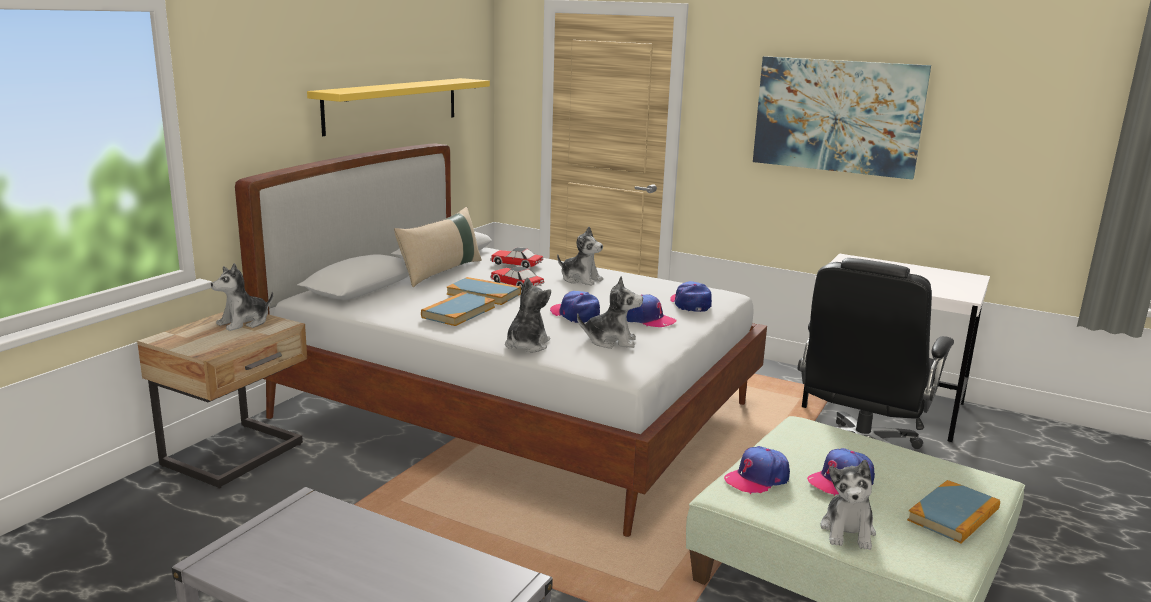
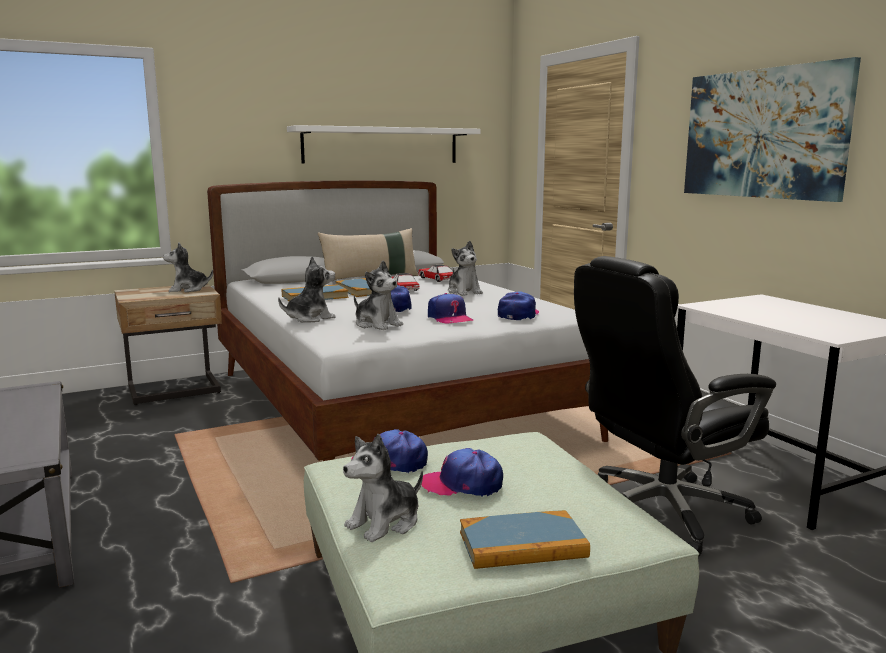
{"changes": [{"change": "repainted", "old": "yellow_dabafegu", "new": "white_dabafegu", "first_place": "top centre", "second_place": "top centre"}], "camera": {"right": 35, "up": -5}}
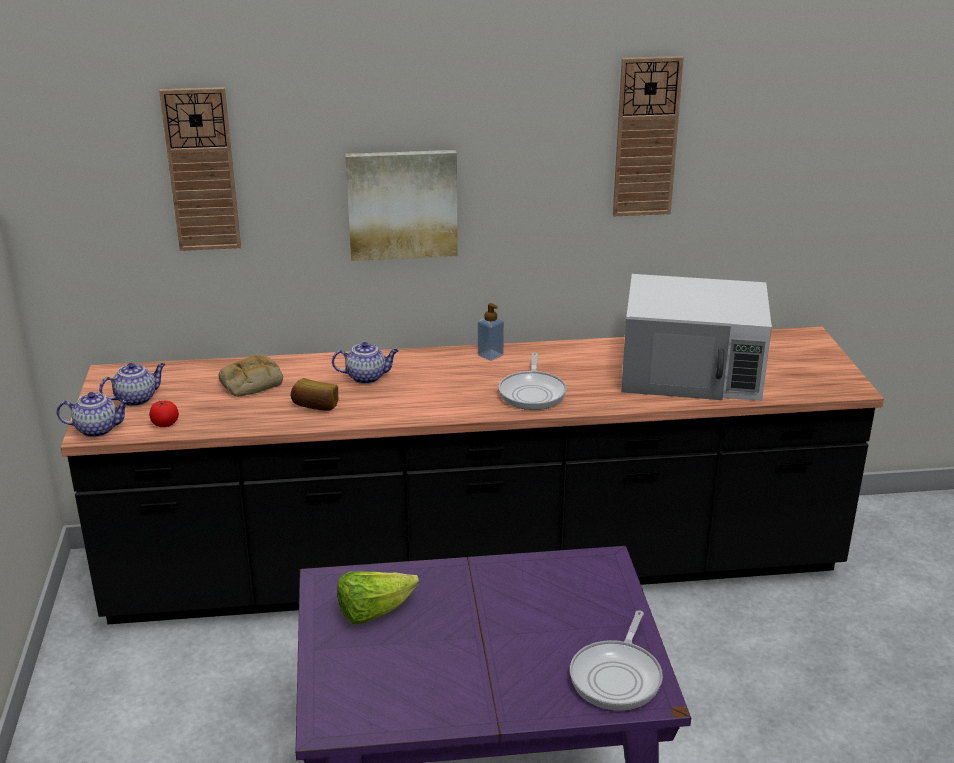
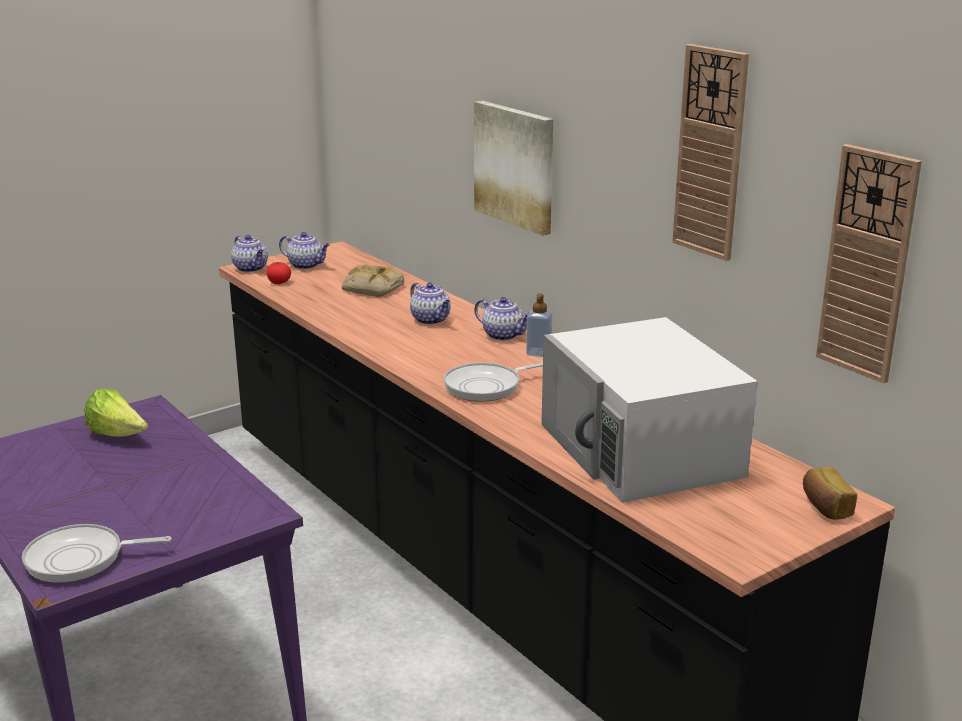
{"changes": [{"change": "new", "new": "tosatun (no. 4 from left)", "second_place": "centre"}, {"change": "shifted", "old": "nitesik (no. 2 from left)", "first_place": "middle left", "second_place": "bottom right"}, {"change": "shifted", "old": "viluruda (no. 1 from left in the first image)", "new": "viluruda (no. 2 from left)", "first_place": "top left", "second_place": "middle right"}], "camera": {"right": 60, "up": -5}}
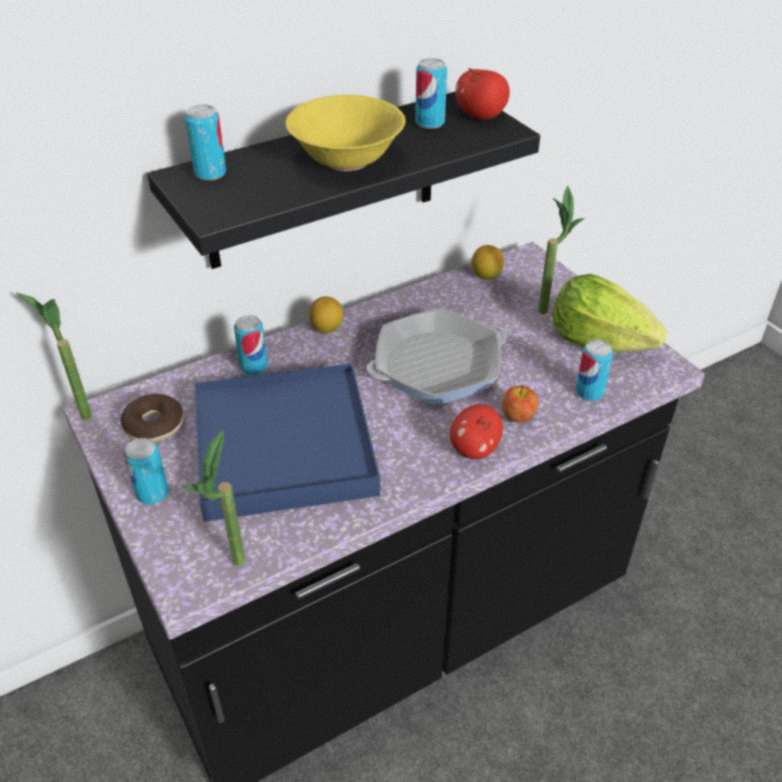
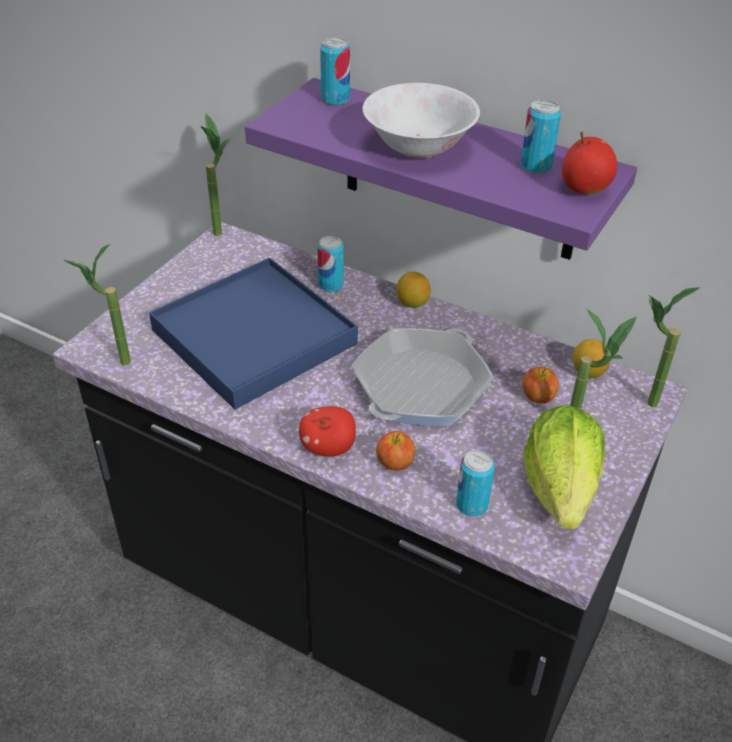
{"changes": [{"change": "repainted", "old": "black_dabafegu", "new": "purple_dabafegu", "first_place": "top centre", "second_place": "top centre"}, {"change": "rotated", "old": "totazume", "first_place": "centre", "second_place": "centre", "degrees": -90}, {"change": "repainted", "old": "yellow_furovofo", "new": "white_furovofo", "first_place": "top centre", "second_place": "top centre"}, {"change": "new", "new": "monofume (no. 3 from left)", "second_place": "middle right"}, {"change": "new", "new": "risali (no. 4 from left)", "second_place": "middle right"}, {"change": "gone", "old": "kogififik", "first_place": "middle left"}, {"change": "gone", "old": "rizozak (no. 1 from left)", "first_place": "middle left"}], "camera": {"right": 60, "up": 0}}
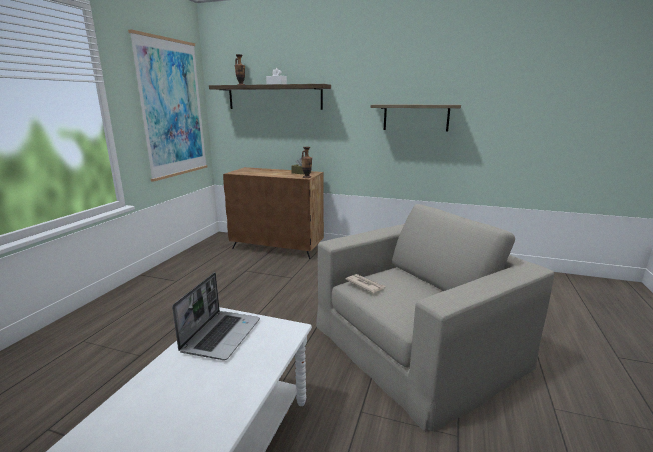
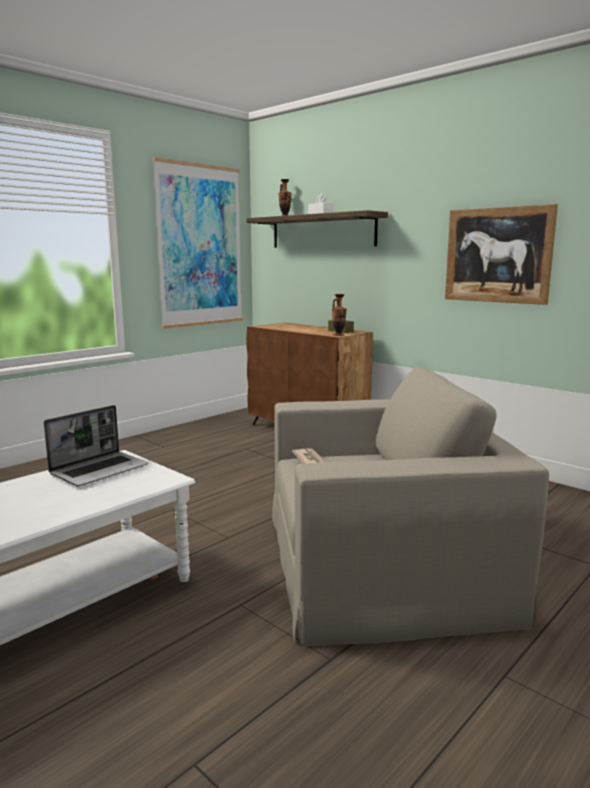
{"changes": [{"change": "swapped", "old": "dabafegu (no. 2 from left)", "new": "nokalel (no. 2 from left)", "first_place": "top centre", "second_place": "top right"}], "camera": {"right": 25, "up": -5}}
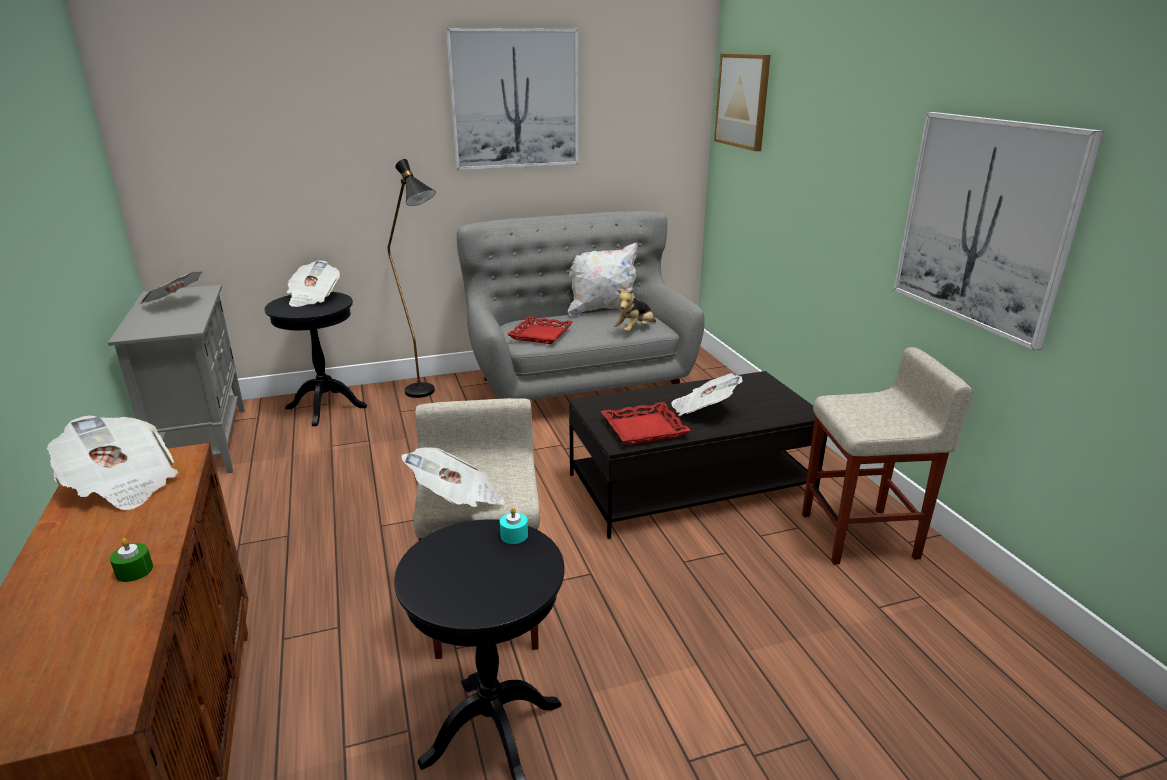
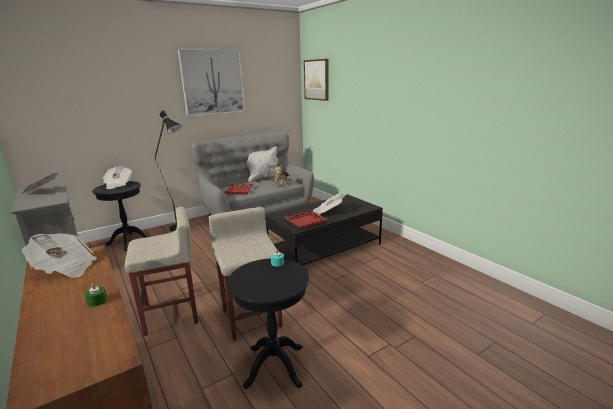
{"changes": [{"change": "shifted", "old": "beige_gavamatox (no. 2 from left in the first image)", "new": "beige_gavamatox (no. 1 from left)", "first_place": "middle right", "second_place": "middle left"}, {"change": "gone", "old": "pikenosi (no. 4 from left)", "first_place": "centre"}, {"change": "gone", "old": "nokalel (no. 3 from left)", "first_place": "top right"}], "camera": {"right": -15, "up": -5}}
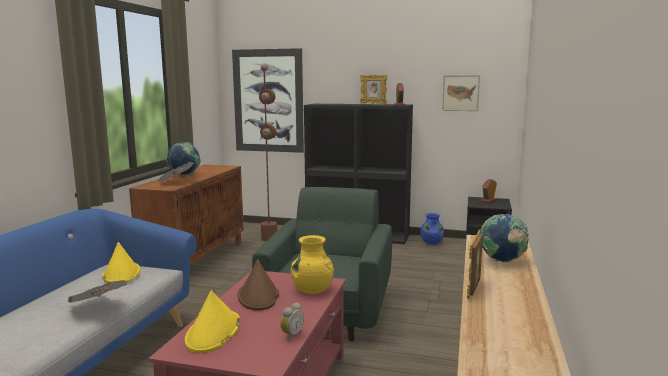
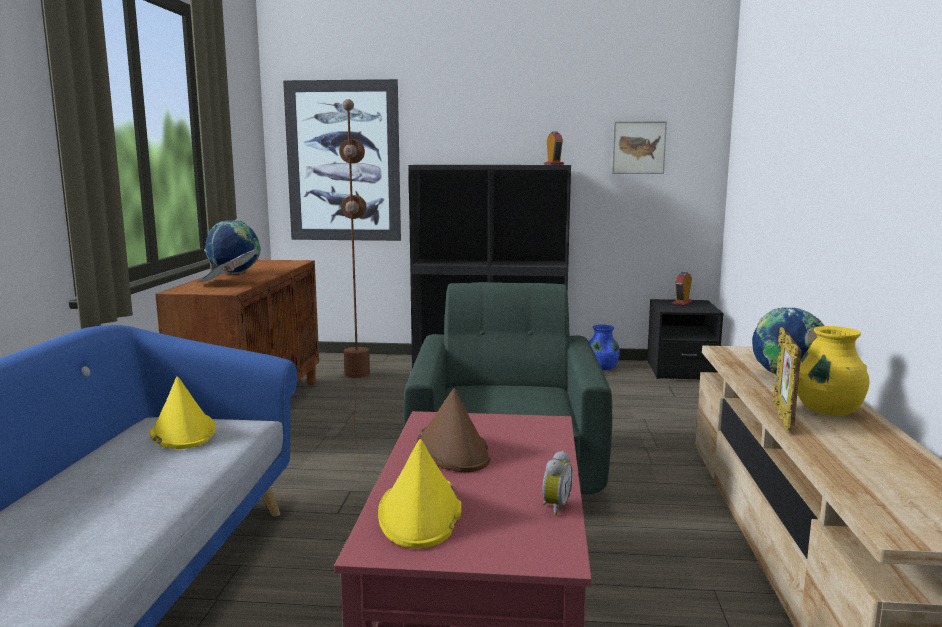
{"changes": [{"change": "shifted", "old": "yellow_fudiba", "first_place": "bottom centre", "second_place": "middle right"}, {"change": "gone", "old": "pikenosi (no. 1 from left)", "first_place": "bottom left"}, {"change": "gone", "old": "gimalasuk (no. 1 from left)", "first_place": "top centre"}], "camera": {"right": -10, "up": 0}}
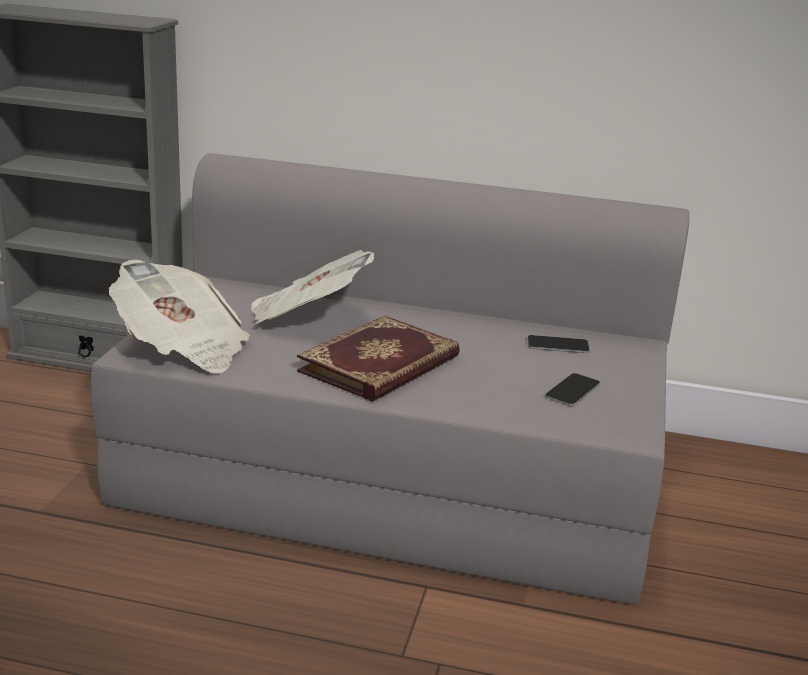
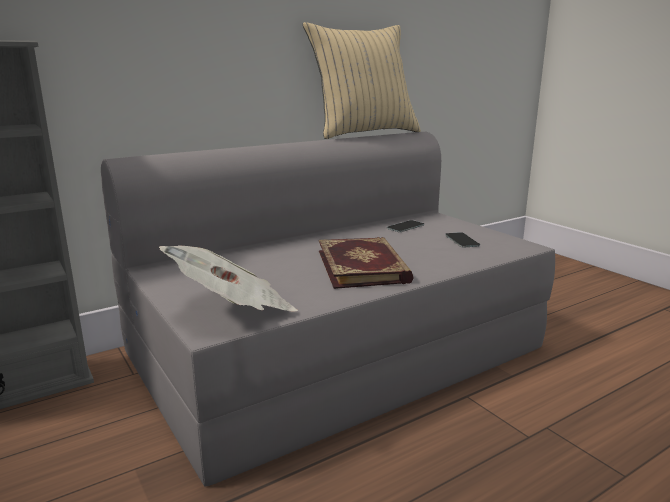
{"changes": [{"change": "new", "new": "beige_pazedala", "second_place": "top centre"}, {"change": "gone", "old": "pikenosi (no. 2 from left)", "first_place": "centre"}], "camera": {"right": -45, "up": -5}}
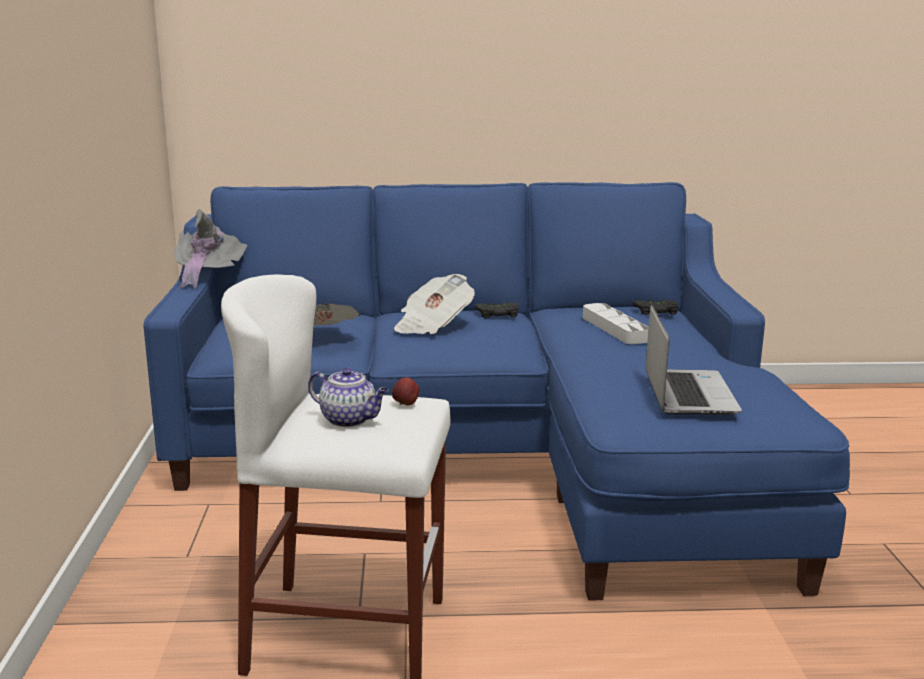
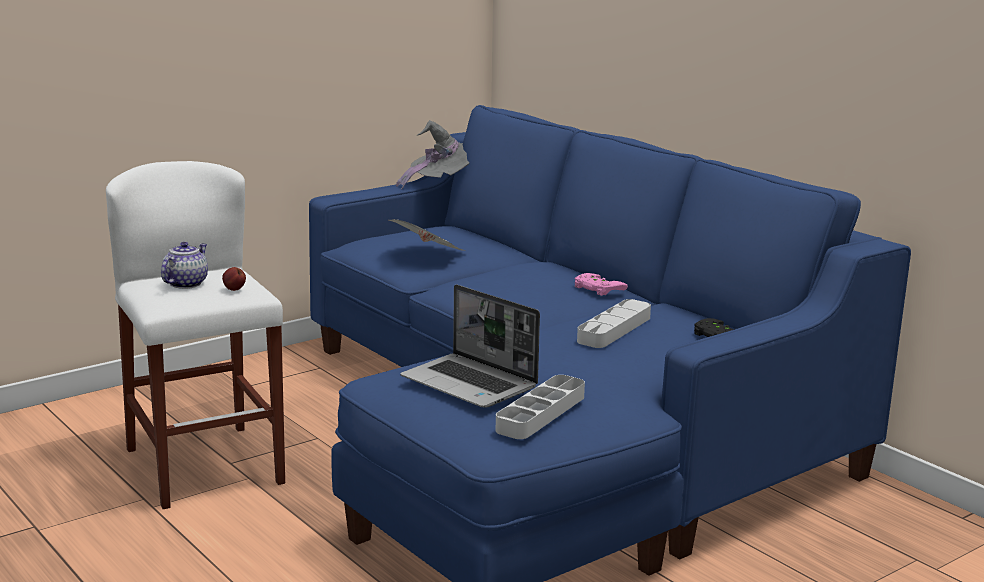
{"changes": [{"change": "rotated", "old": "tosatun", "first_place": "centre", "second_place": "middle left", "degrees": -150}, {"change": "rotated", "old": "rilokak", "first_place": "middle right", "second_place": "centre", "degrees": 75}, {"change": "new", "new": "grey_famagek (no. 1 from left)", "second_place": "bottom centre"}, {"change": "repainted", "old": "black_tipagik (no. 1 from left)", "new": "pink_tipagik", "first_place": "centre", "second_place": "centre"}, {"change": "gone", "old": "pikenosi (no. 2 from left)", "first_place": "centre"}], "camera": {"right": 55, "up": 0}}
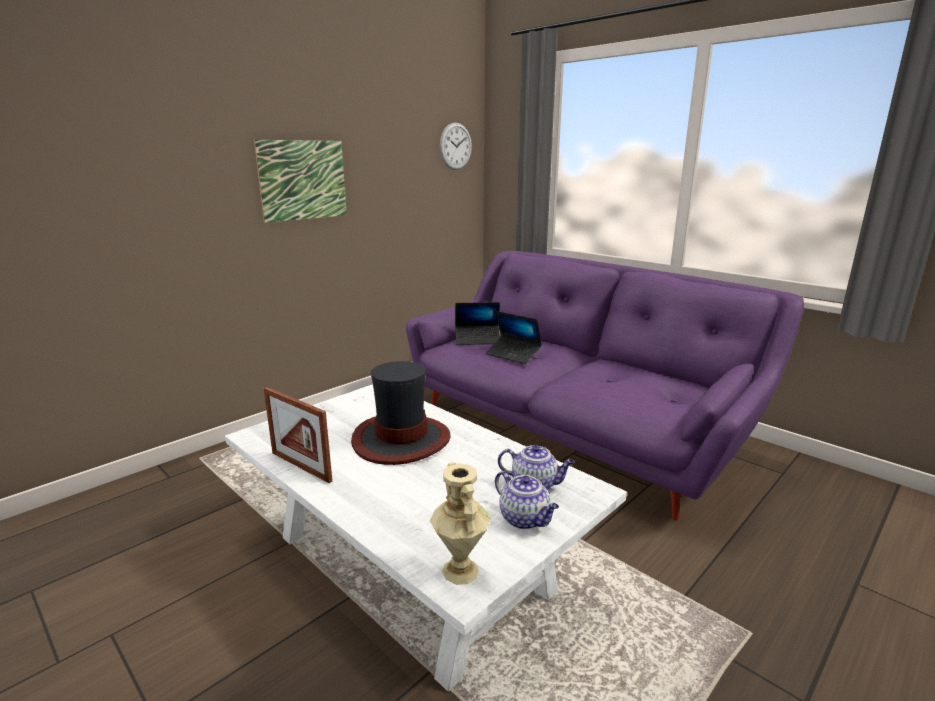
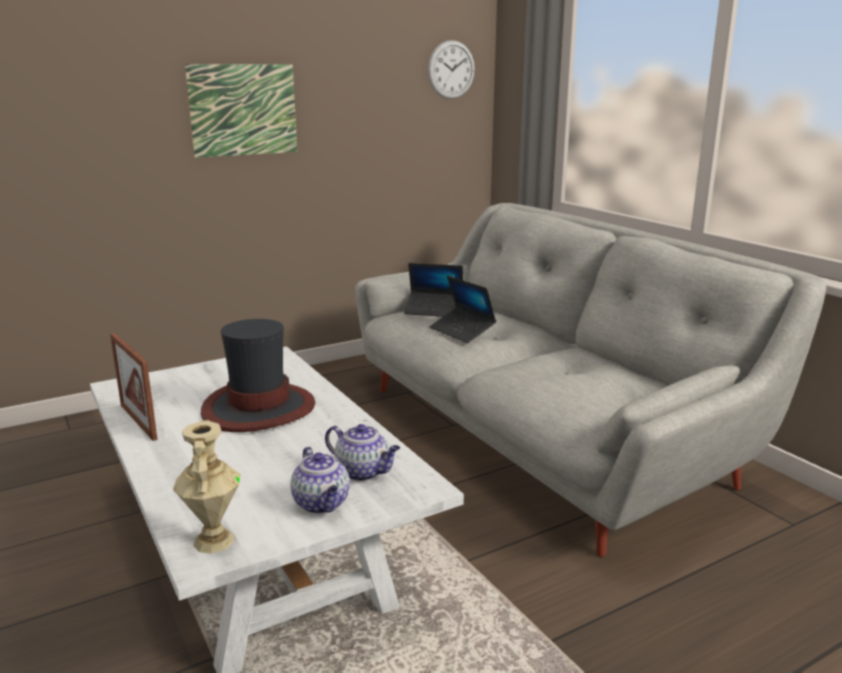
{"changes": [{"change": "repainted", "old": "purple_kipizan", "new": "grey_kipizan", "first_place": "centre", "second_place": "middle right"}], "camera": {"right": 15, "up": 0}}
